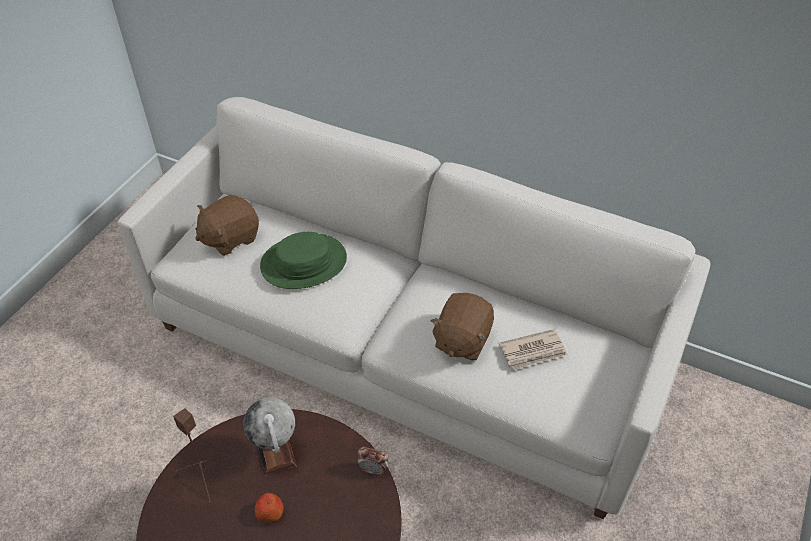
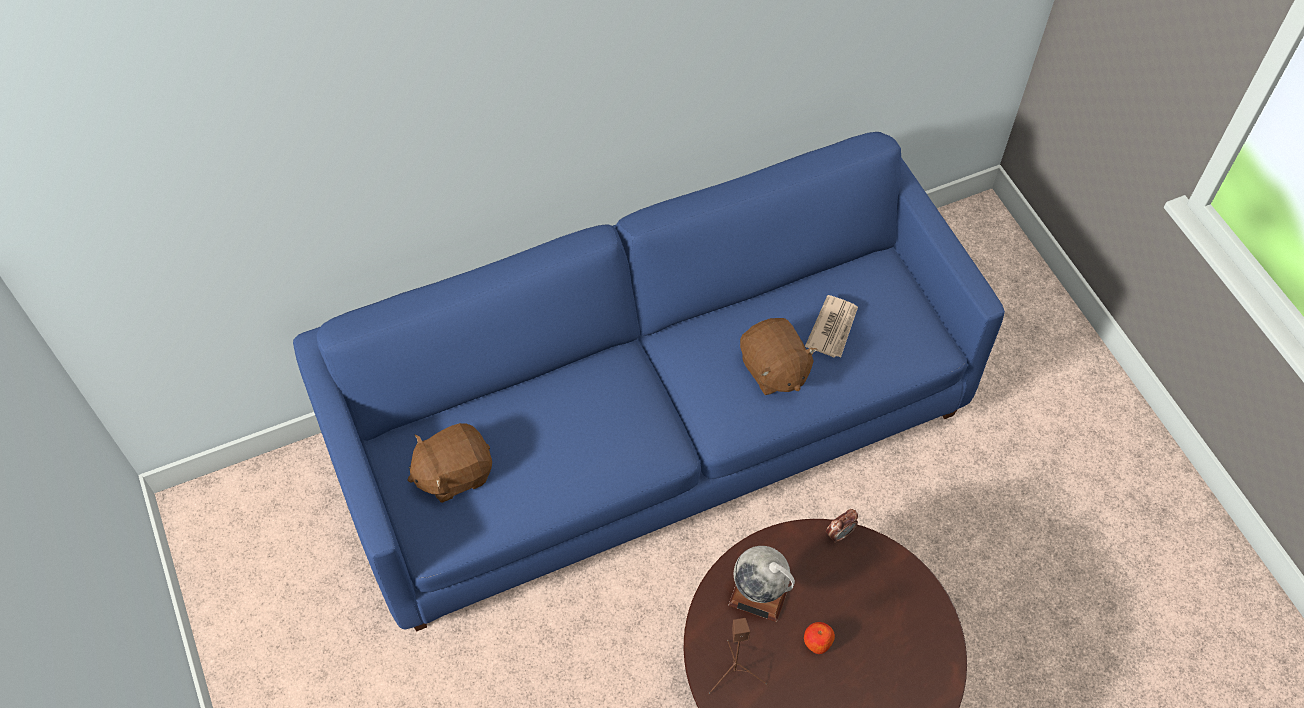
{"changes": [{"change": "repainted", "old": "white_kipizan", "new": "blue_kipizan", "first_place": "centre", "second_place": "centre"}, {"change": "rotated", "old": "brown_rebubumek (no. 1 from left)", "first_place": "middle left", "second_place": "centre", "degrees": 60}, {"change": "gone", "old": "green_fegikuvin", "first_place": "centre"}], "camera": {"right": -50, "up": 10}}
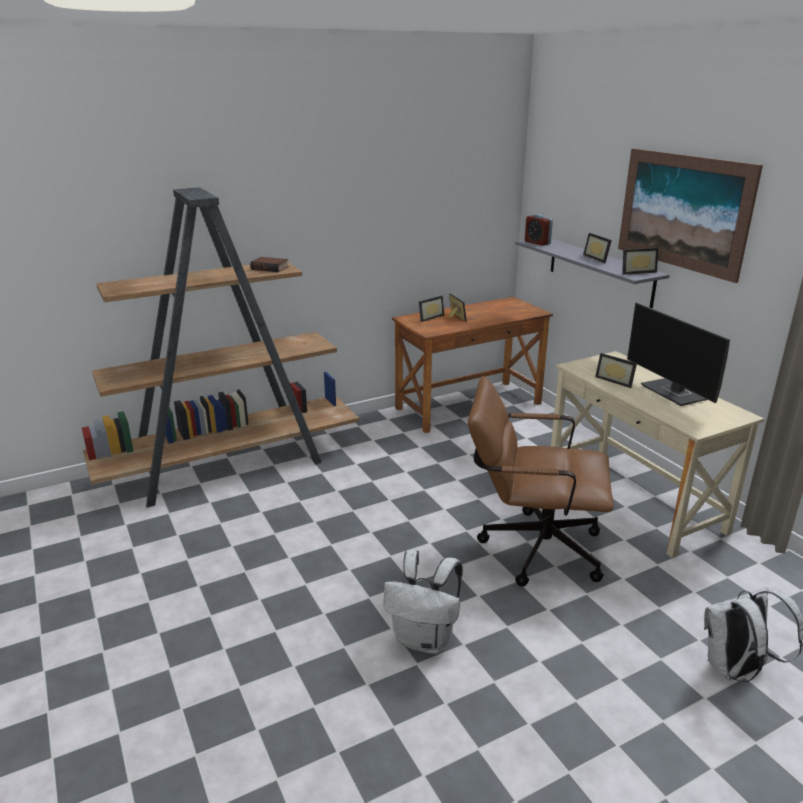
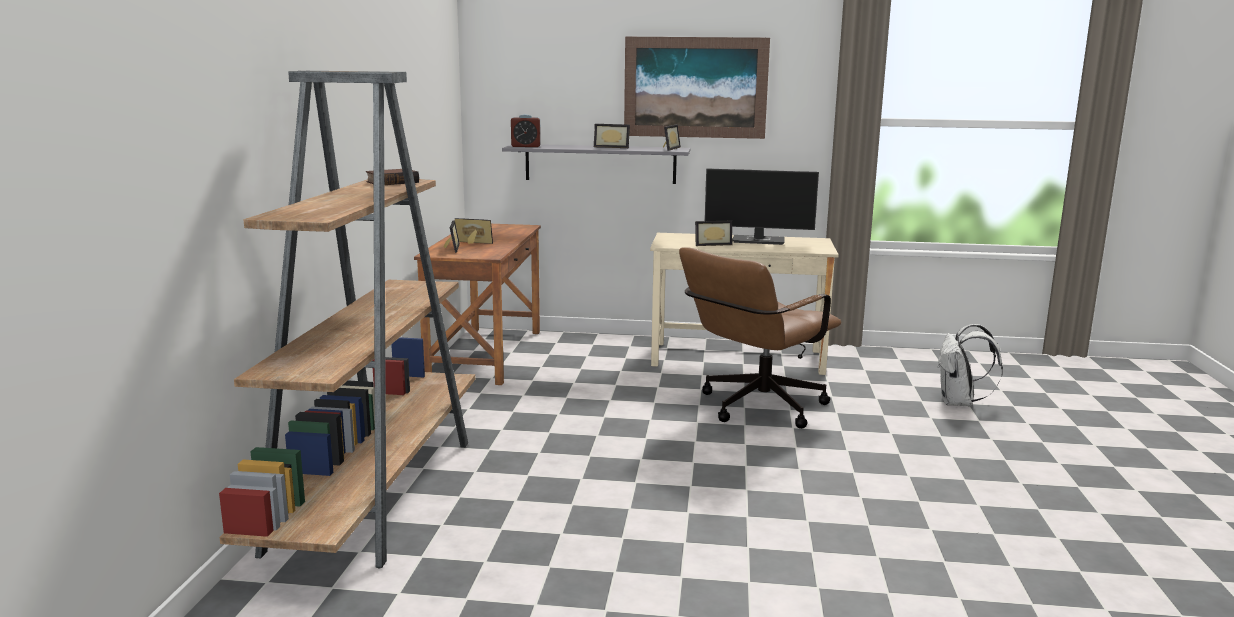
{"changes": [{"change": "gone", "old": "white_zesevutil (no. 1 from left)", "first_place": "bottom centre"}], "camera": {"right": -55, "up": -10}}
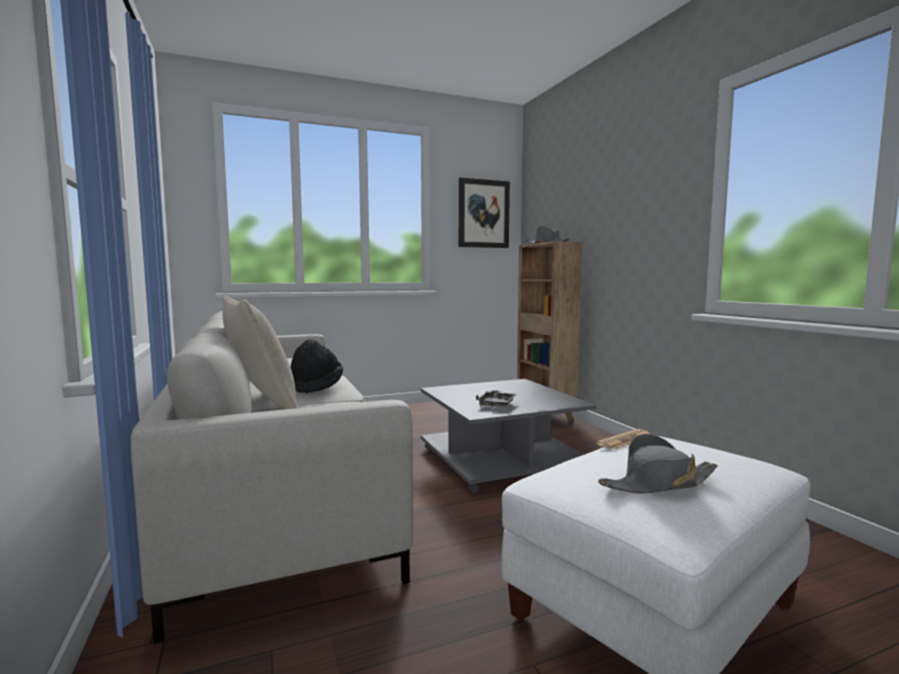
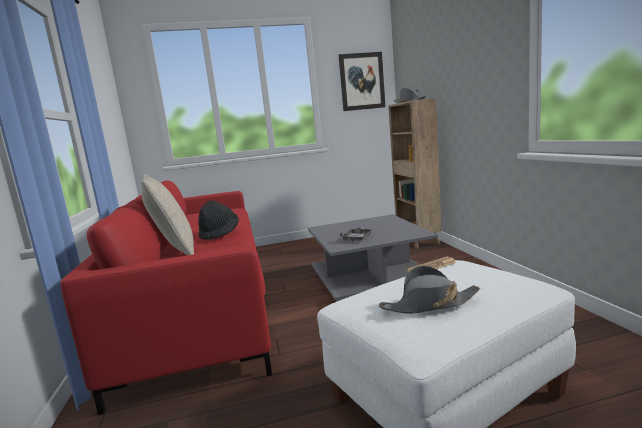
{"changes": [{"change": "repainted", "old": "grey_kipizan", "new": "red_kipizan", "first_place": "bottom left", "second_place": "bottom left"}], "camera": {"right": 10, "up": 5}}
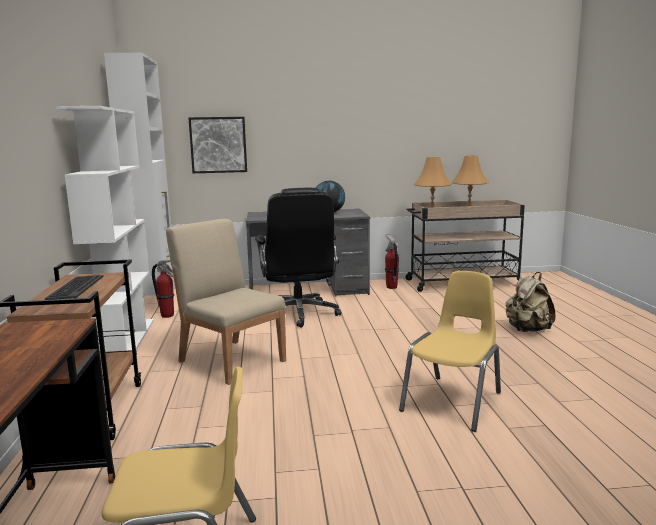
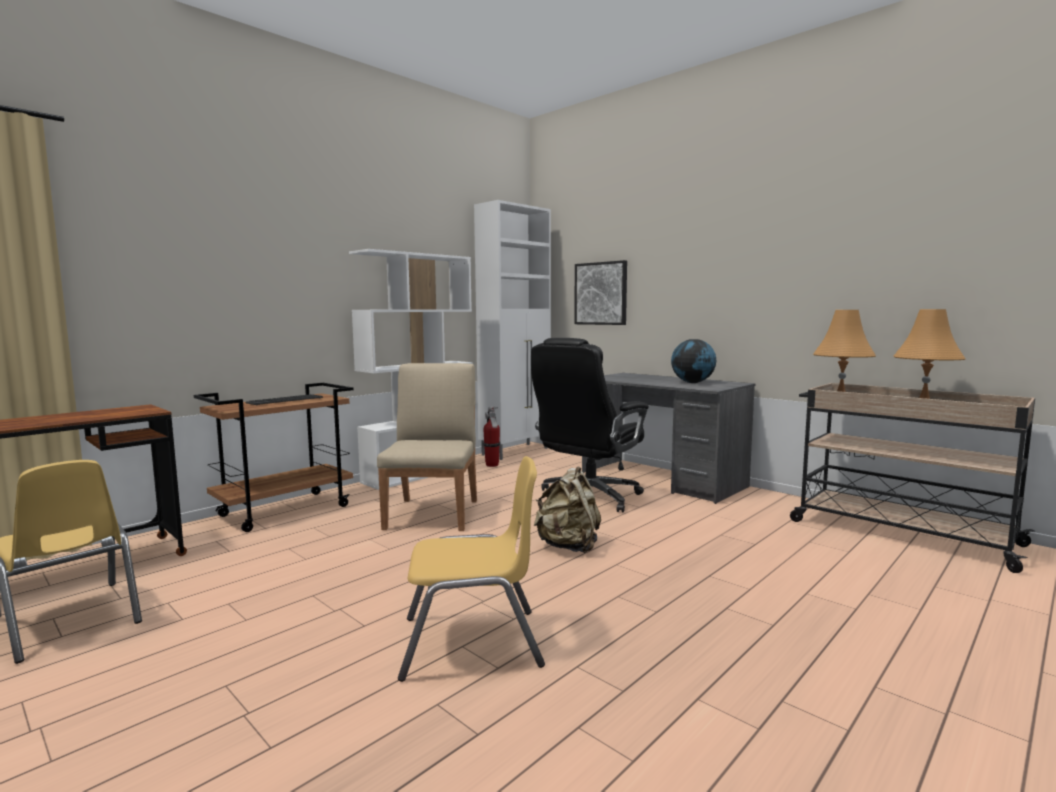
{"changes": [{"change": "shifted", "old": "beige_zesevutil", "first_place": "middle right", "second_place": "centre"}, {"change": "gone", "old": "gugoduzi (no. 2 from left)", "first_place": "centre"}], "camera": {"right": 50, "up": -5}}
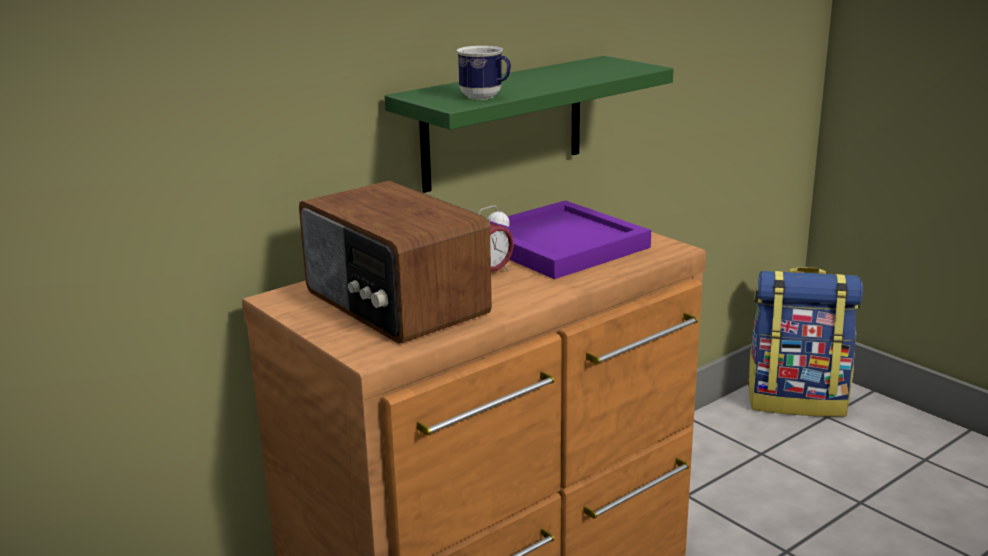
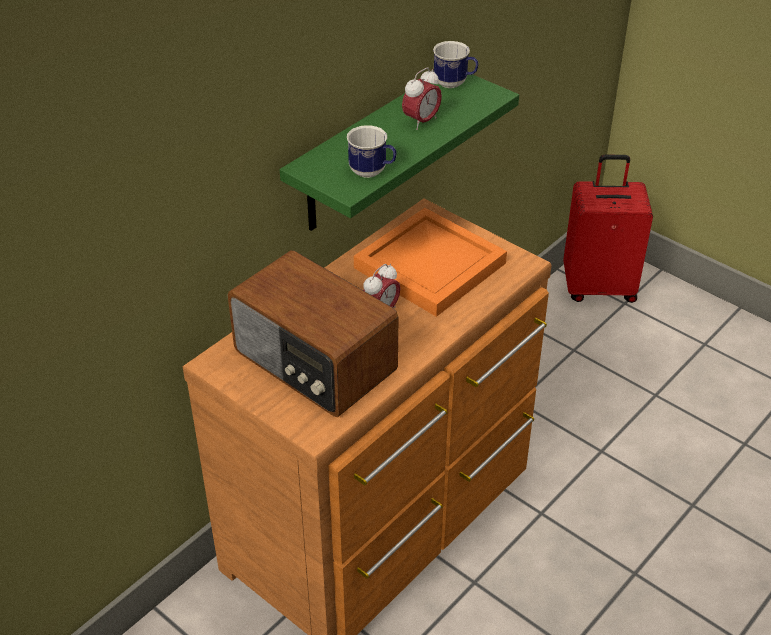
{"changes": [{"change": "repainted", "old": "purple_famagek", "new": "orange_famagek", "first_place": "centre", "second_place": "centre"}, {"change": "new", "new": "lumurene (no. 2 from left)", "second_place": "top centre"}, {"change": "new", "new": "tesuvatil (no. 2 from left)", "second_place": "top centre"}, {"change": "swapped", "old": "zesevutil", "new": "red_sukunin", "first_place": "middle right", "second_place": "middle right"}], "camera": {"right": -10, "up": 20}}
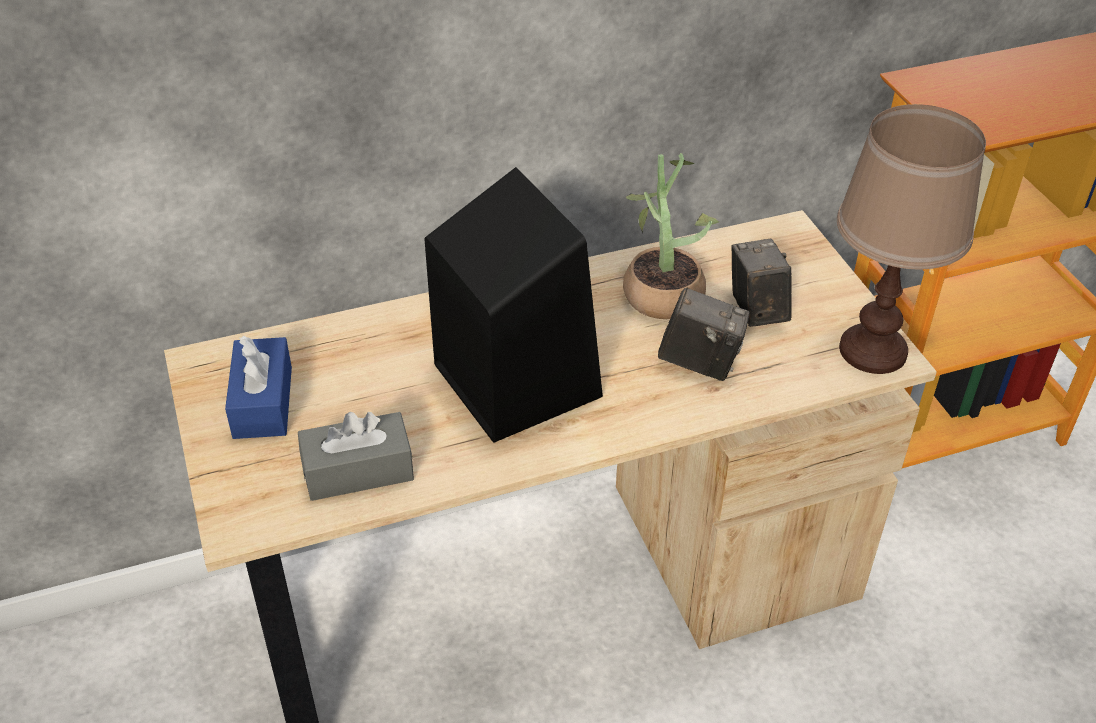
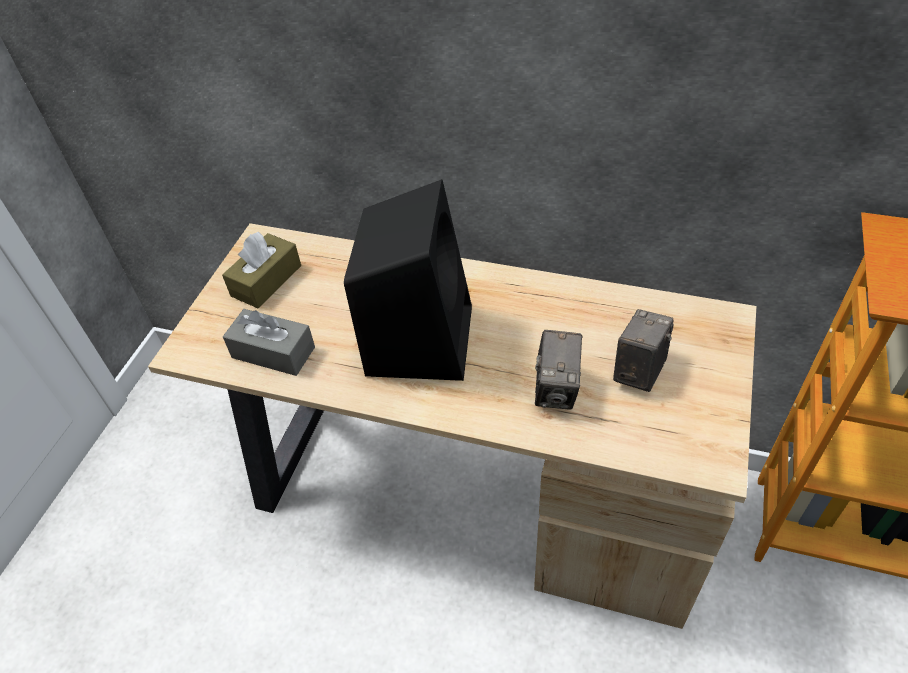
{"changes": [{"change": "repainted", "old": "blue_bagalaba", "new": "brown_bagalaba", "first_place": "middle left", "second_place": "middle left"}, {"change": "rotated", "old": "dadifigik (no. 1 from left)", "first_place": "centre", "second_place": "centre", "degrees": 45}, {"change": "gone", "old": "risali", "first_place": "top centre"}, {"change": "gone", "old": "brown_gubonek", "first_place": "top right"}], "camera": {"right": 40, "up": 5}}
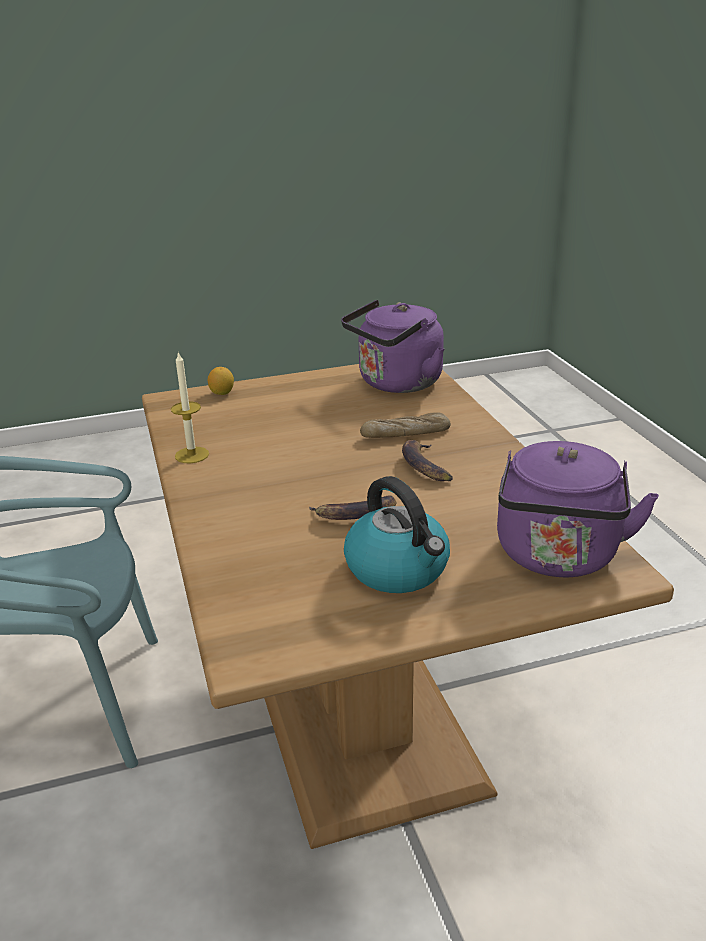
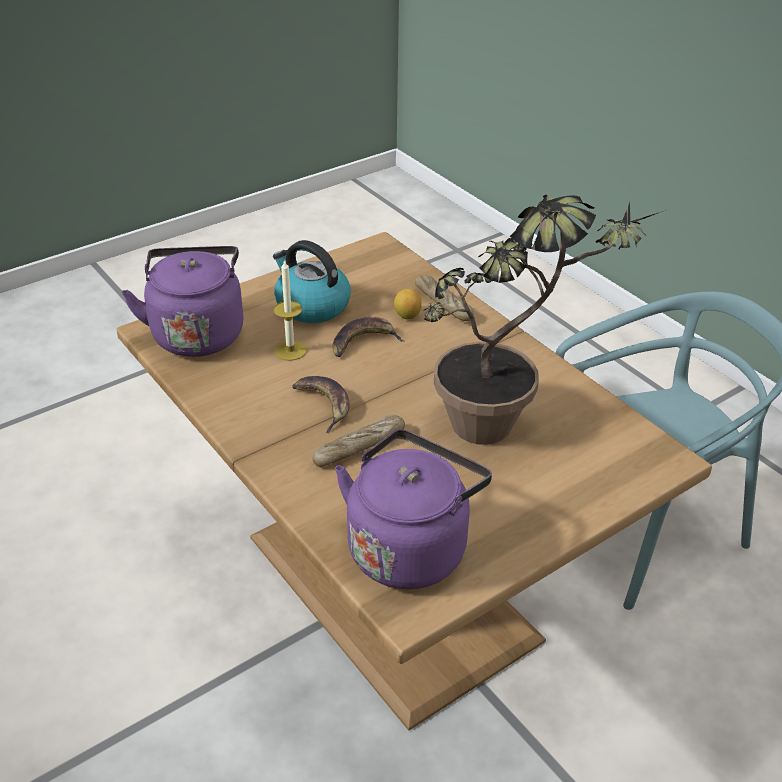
{"changes": [{"change": "shifted", "old": "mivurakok", "first_place": "middle left", "second_place": "centre"}, {"change": "shifted", "old": "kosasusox", "first_place": "middle left", "second_place": "centre"}, {"change": "new", "new": "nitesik (no. 2 from left)", "second_place": "centre"}, {"change": "new", "new": "risali", "second_place": "middle right"}], "camera": {"right": 160, "up": 10}}
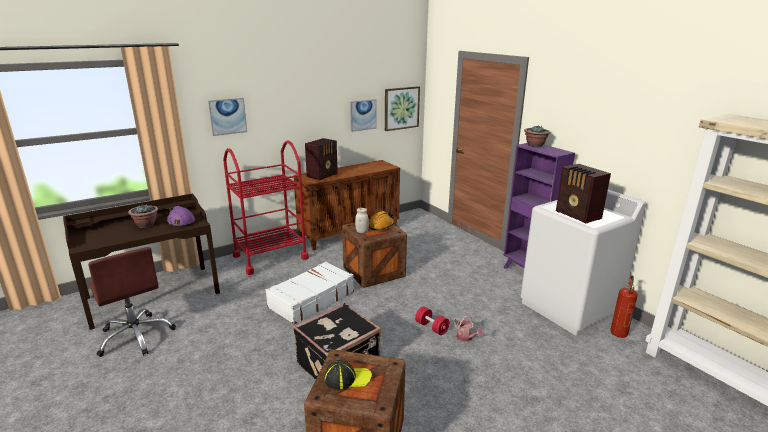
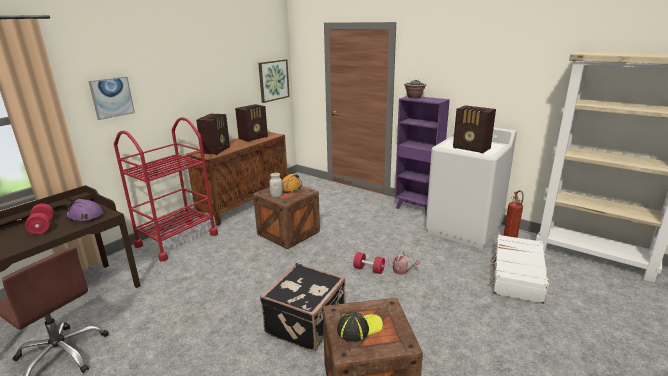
{"changes": [{"change": "swapped", "old": "risali (no. 1 from left)", "new": "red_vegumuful (no. 1 from left)", "first_place": "middle left", "second_place": "middle left"}, {"change": "new", "new": "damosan (no. 2 from left)", "second_place": "top centre"}, {"change": "shifted", "old": "white_sukunin", "first_place": "bottom centre", "second_place": "bottom right"}, {"change": "gone", "old": "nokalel (no. 2 from left)", "first_place": "top centre"}], "camera": {"right": -20, "up": 0}}
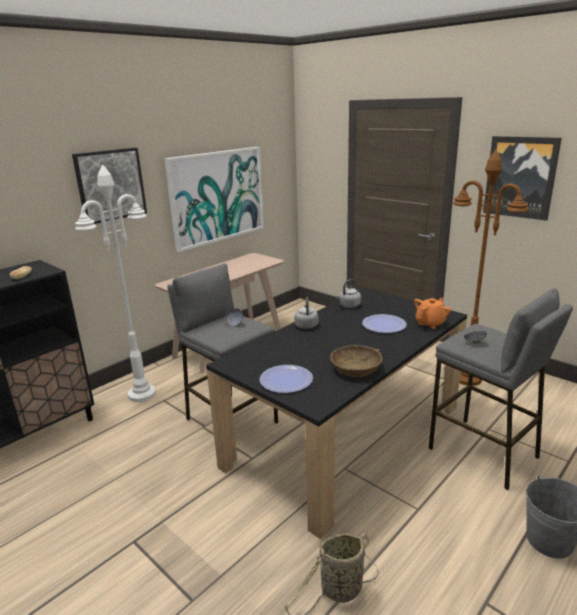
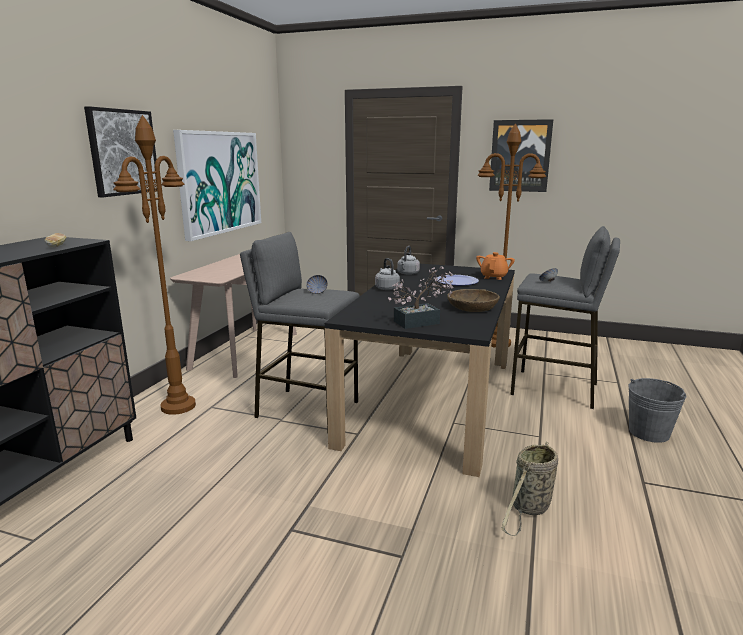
{"changes": [{"change": "repainted", "old": "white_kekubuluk", "new": "brown_kekubuluk (no. 1 from left)", "first_place": "middle left", "second_place": "middle left"}, {"change": "swapped", "old": "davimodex (no. 1 from left)", "new": "risali", "first_place": "centre", "second_place": "centre"}], "camera": {"right": -25, "up": -5}}
